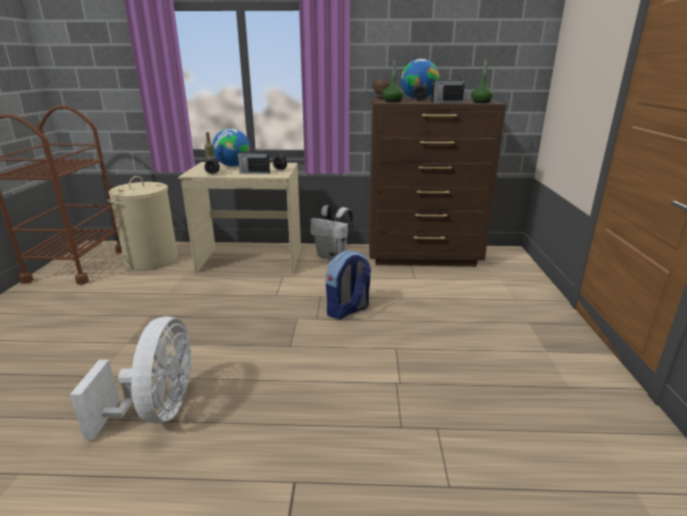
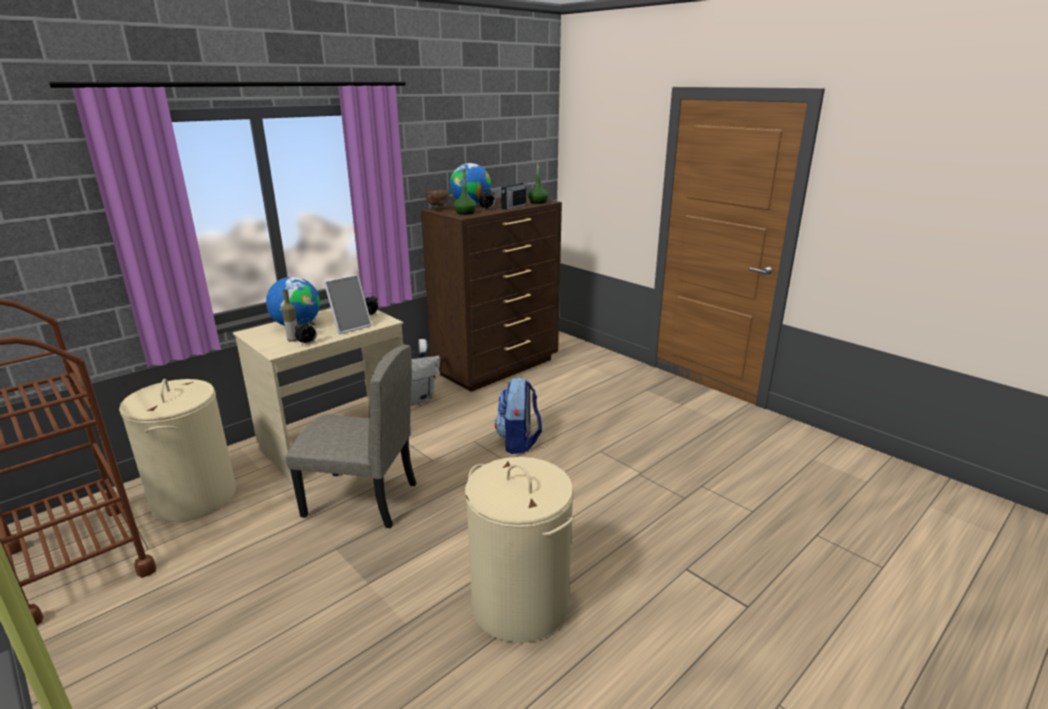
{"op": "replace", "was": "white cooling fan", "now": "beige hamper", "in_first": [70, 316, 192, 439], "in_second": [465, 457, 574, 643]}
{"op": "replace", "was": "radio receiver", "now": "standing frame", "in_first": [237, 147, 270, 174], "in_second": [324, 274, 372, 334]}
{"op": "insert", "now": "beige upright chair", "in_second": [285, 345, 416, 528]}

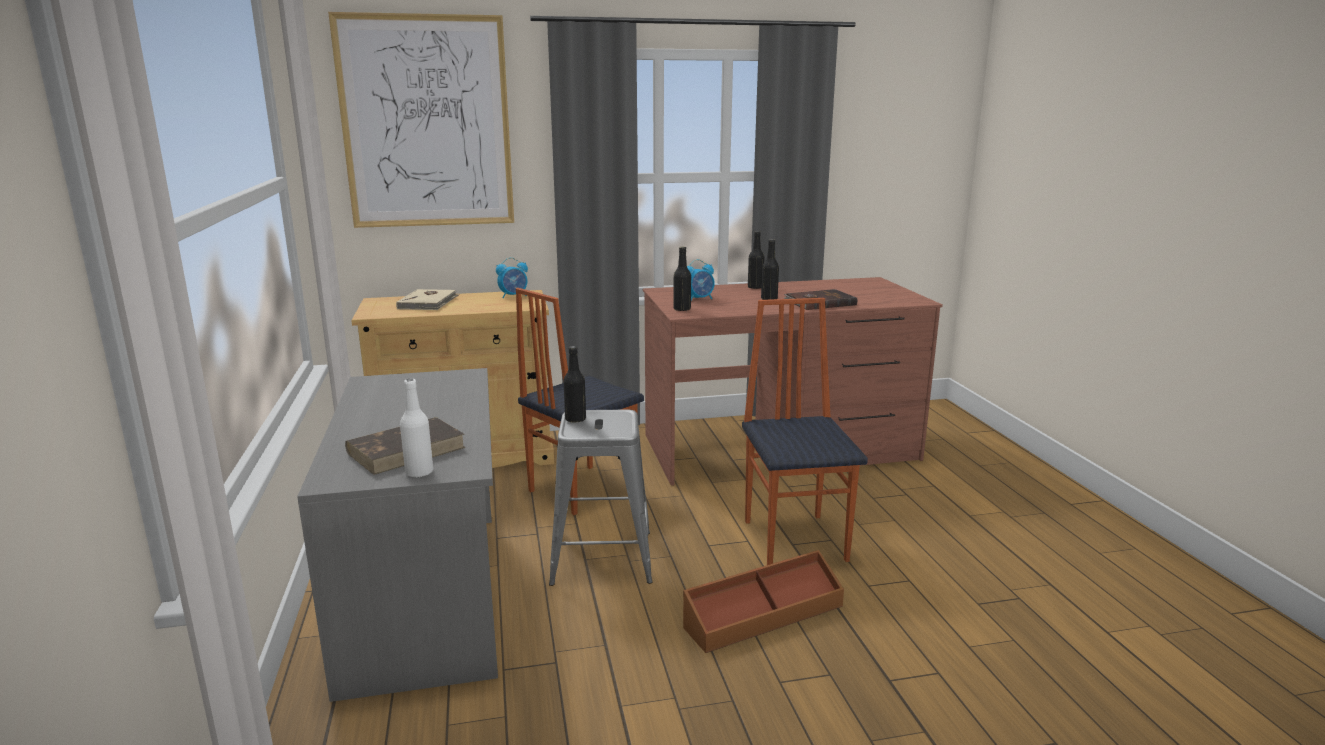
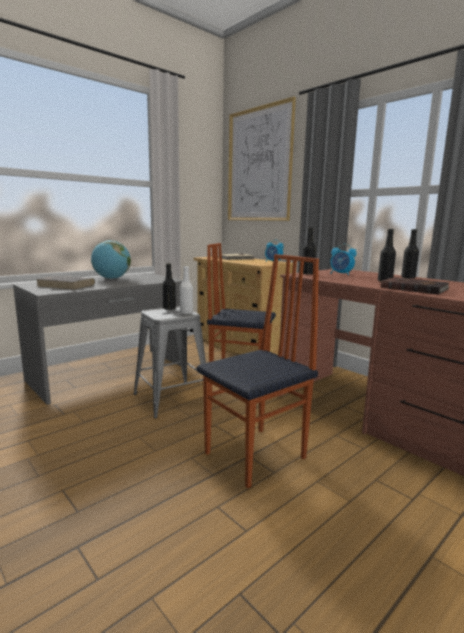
{"op": "move", "was": "white drink bottle", "in_first": [400, 379, 433, 478], "in_second": [180, 266, 193, 314]}
{"op": "delete", "was": "brown storage container", "in_first": [683, 550, 844, 653]}
{"op": "insert", "now": "globe", "in_second": [91, 240, 131, 279]}

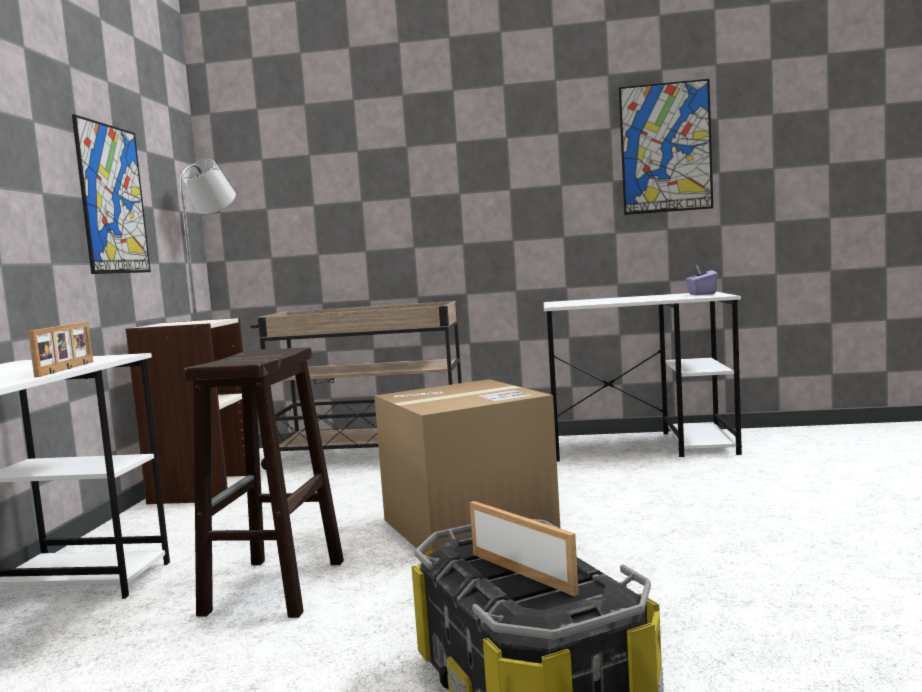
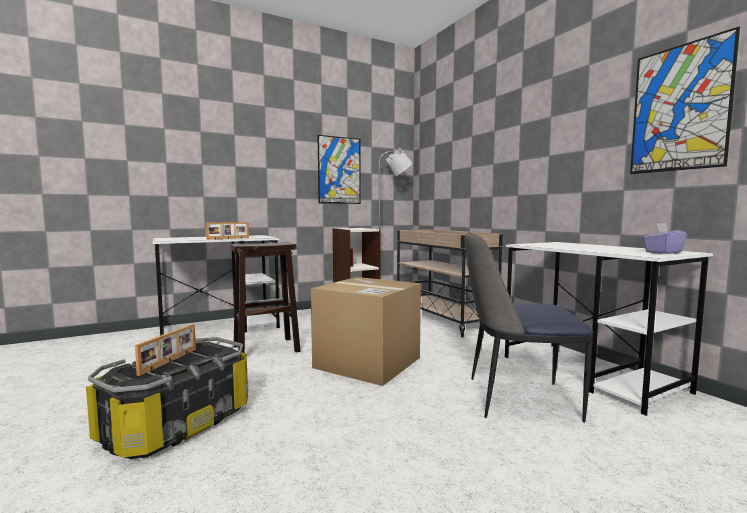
{"op": "insert", "now": "upright chair", "in_second": [465, 232, 593, 422]}

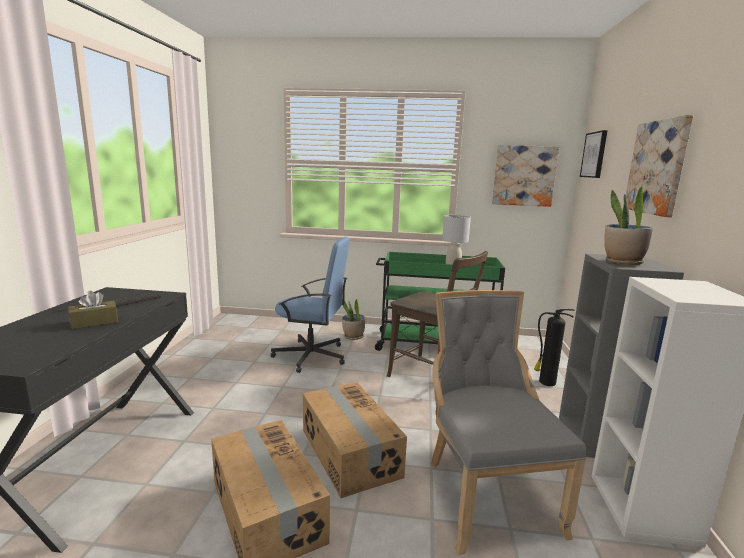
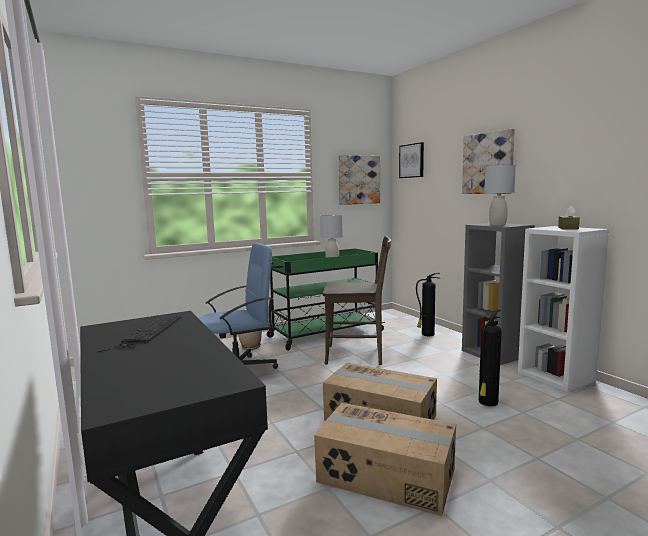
{"op": "move", "was": "brown tissue holder", "in_first": [68, 291, 118, 329], "in_second": [558, 206, 580, 230]}
{"op": "replace", "was": "grey upright chair", "now": "fire extinguisher", "in_first": [431, 290, 586, 555], "in_second": [479, 309, 502, 406]}
{"op": "replace", "was": "plant in a pot", "now": "grey tabletop lamp", "in_first": [604, 186, 653, 265], "in_second": [484, 165, 516, 226]}

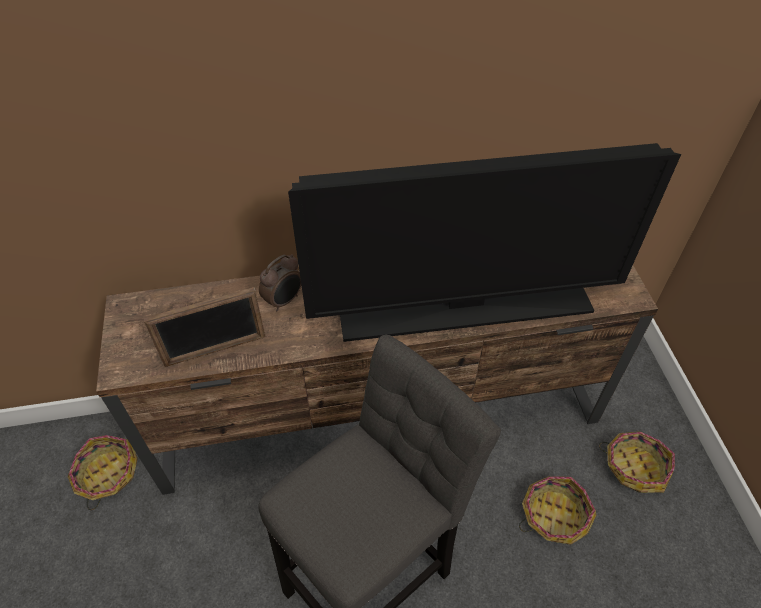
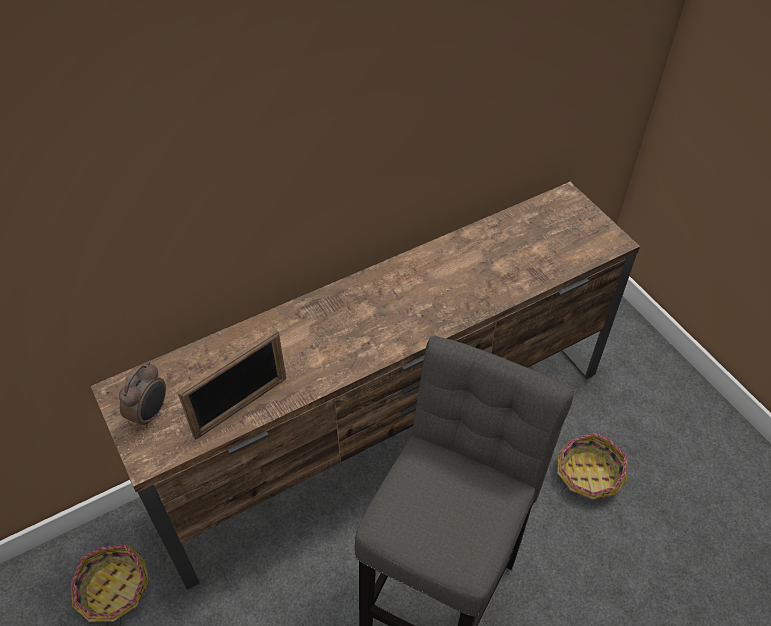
{"op": "move", "was": "alarm clock", "in_first": [259, 254, 301, 311], "in_second": [119, 362, 166, 428]}
{"op": "delete", "was": "TV", "in_first": [288, 143, 681, 342]}
{"op": "delete", "was": "household basket", "in_first": [599, 431, 675, 493]}

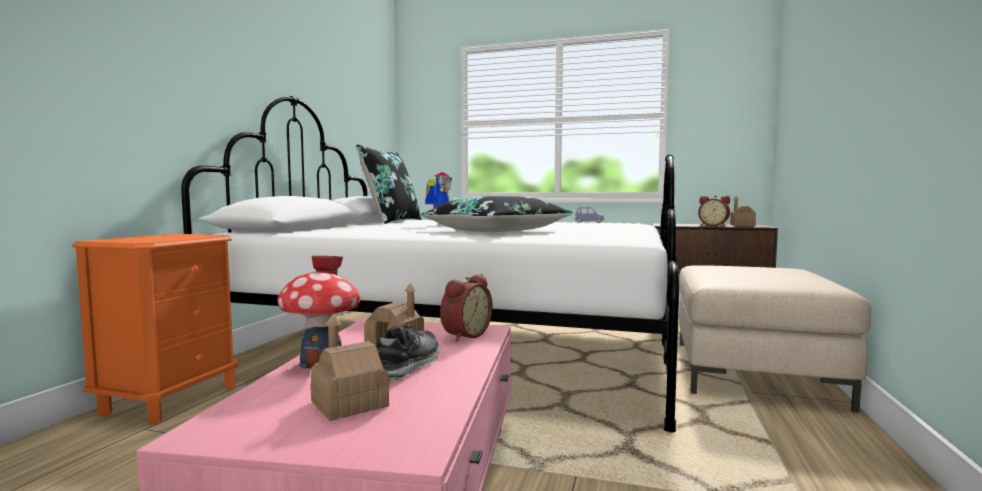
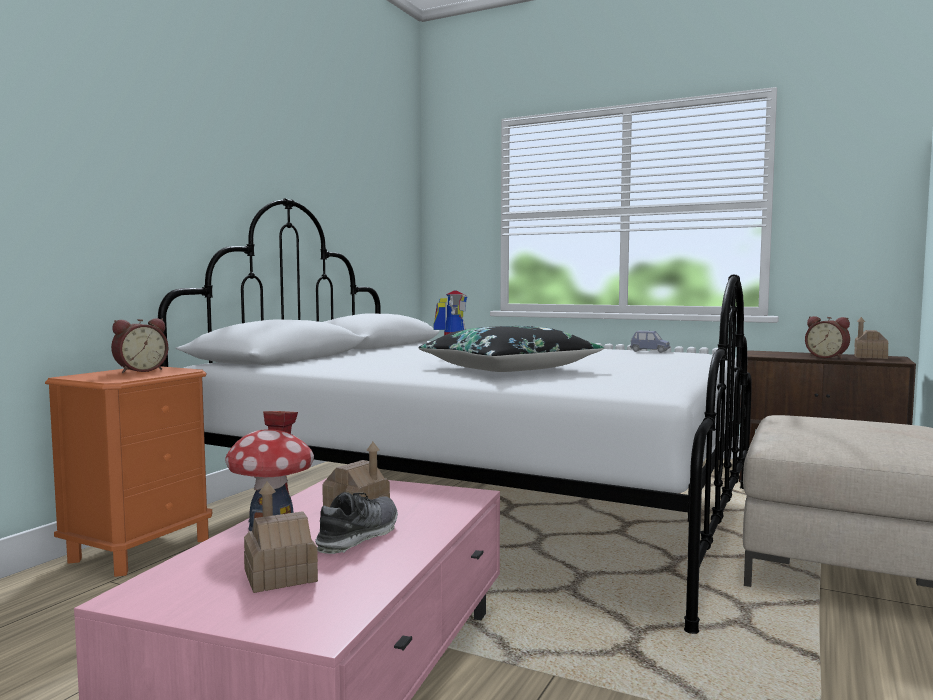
{"op": "delete", "was": "black pillow", "in_first": [356, 144, 422, 224]}
{"op": "move", "was": "alarm clock", "in_first": [440, 274, 493, 341], "in_second": [111, 318, 168, 373]}

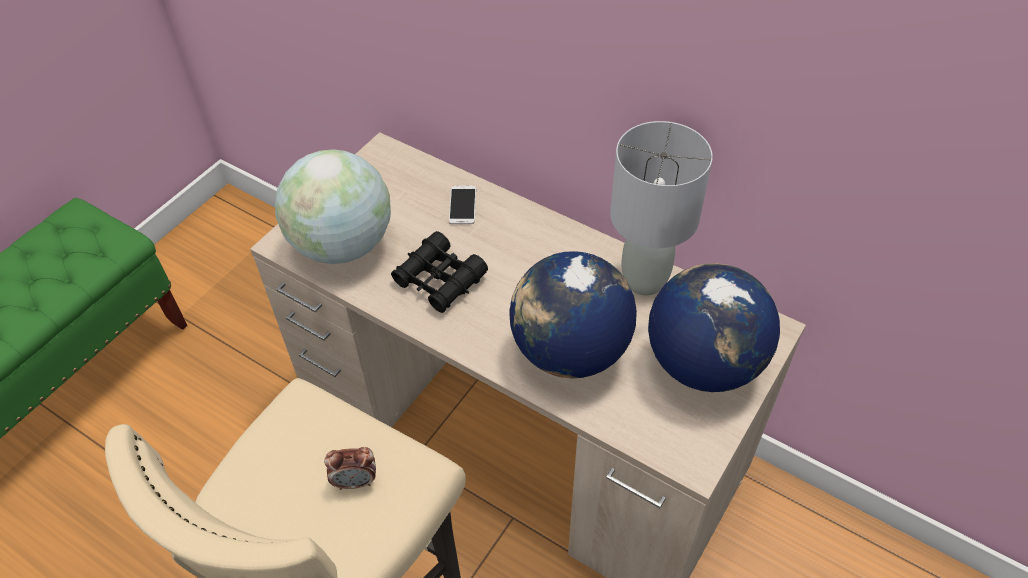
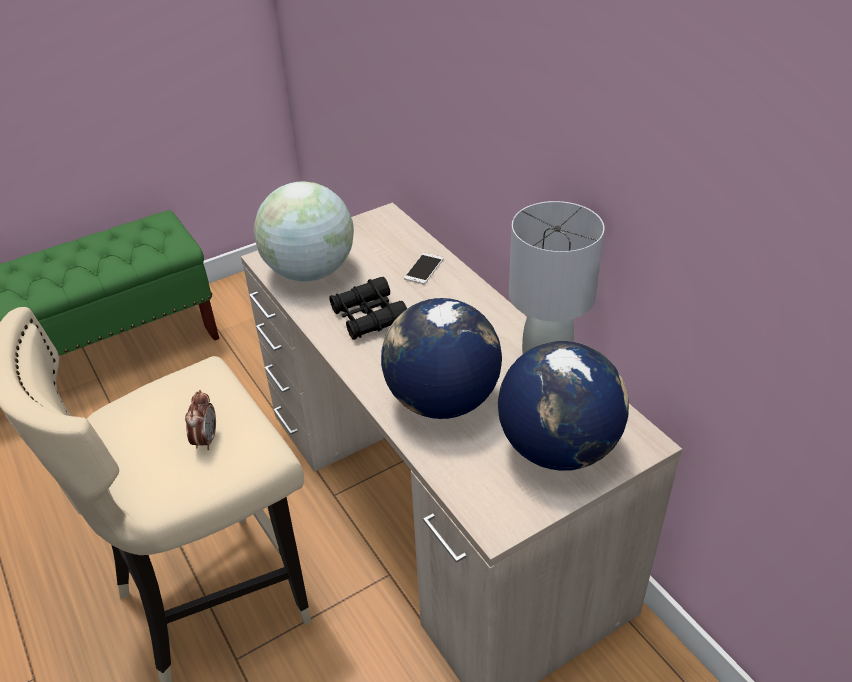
{"op": "rotate", "was": "alarm clock", "in_first": [324, 447, 376, 490], "in_second": [185, 390, 216, 450], "clockwise": -105}

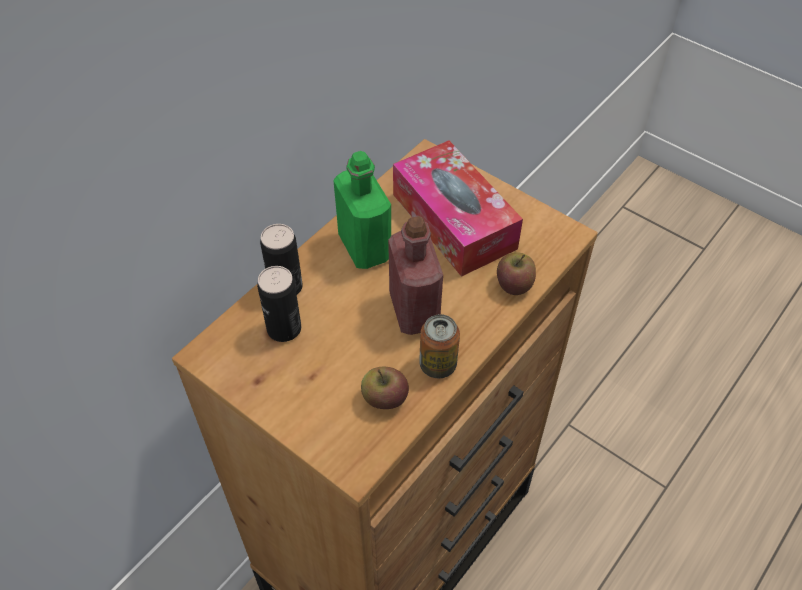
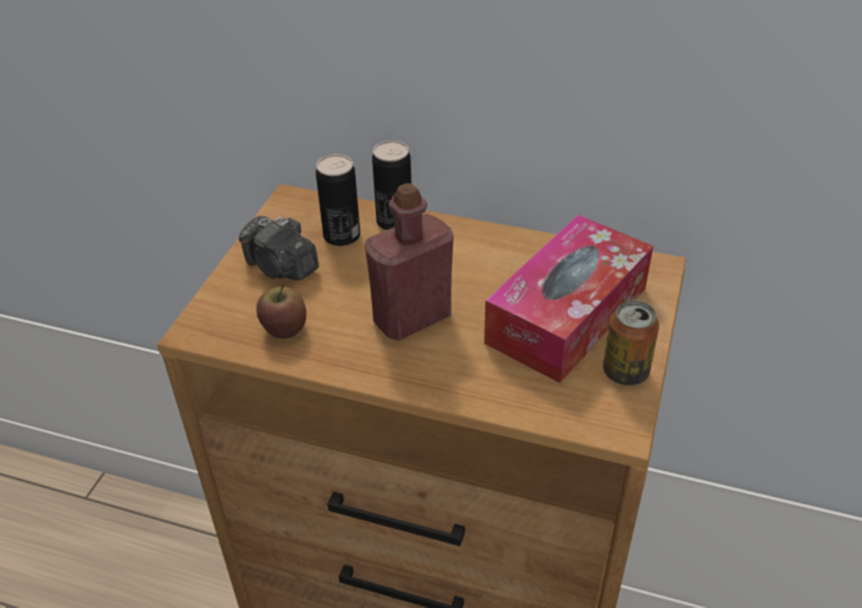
{"op": "delete", "was": "green drink bottle", "in_first": [334, 151, 391, 269]}
{"op": "move", "was": "sealed can", "in_first": [419, 314, 460, 378], "in_second": [603, 301, 659, 386]}
{"op": "delete", "was": "whole apple", "in_first": [497, 252, 536, 295]}
{"op": "insert", "now": "still camera", "in_second": [239, 216, 319, 280]}

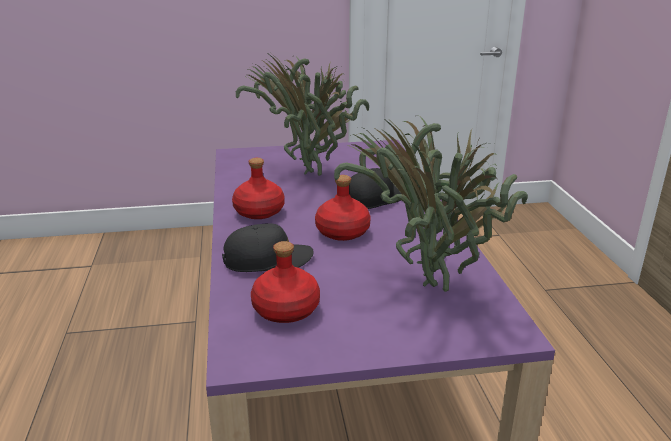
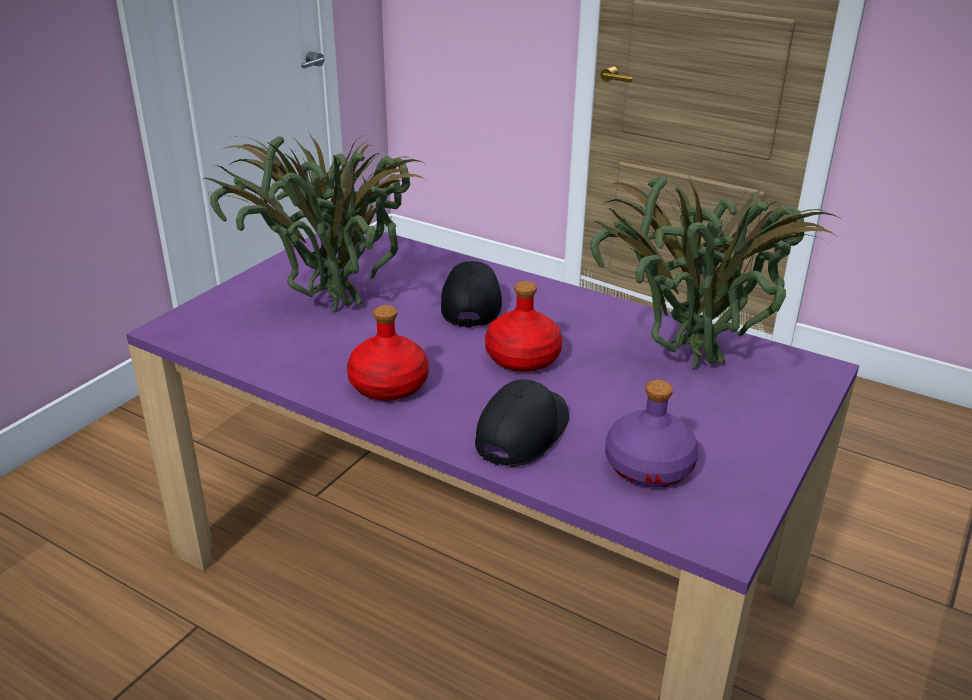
{"op": "recolor", "was": "reddish drink bottle", "now": "purplish drink bottle", "in_first": [251, 241, 320, 323], "in_second": [605, 380, 699, 487]}

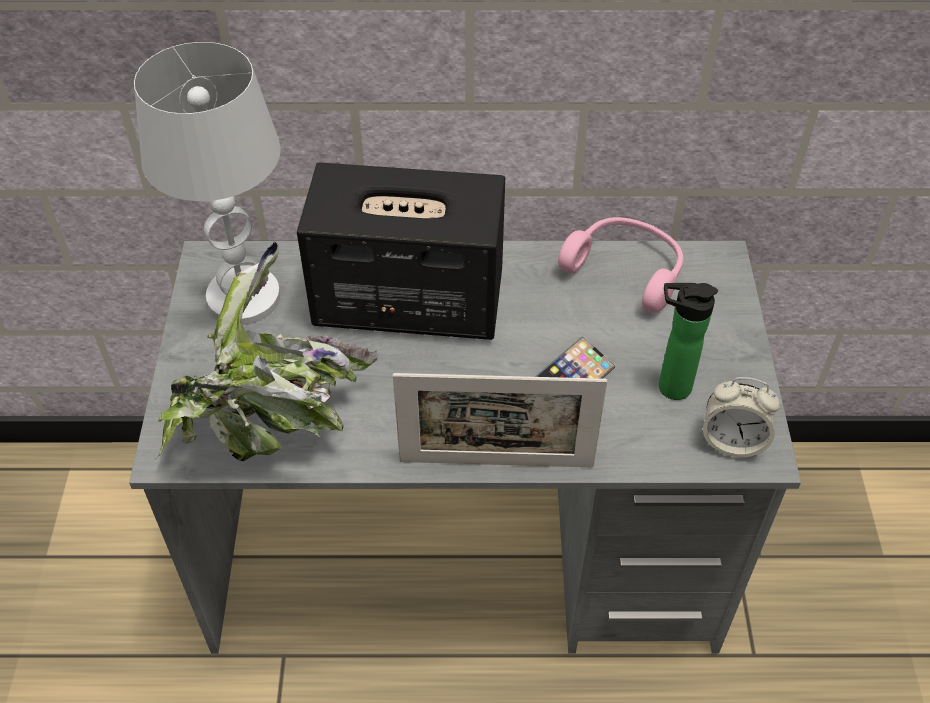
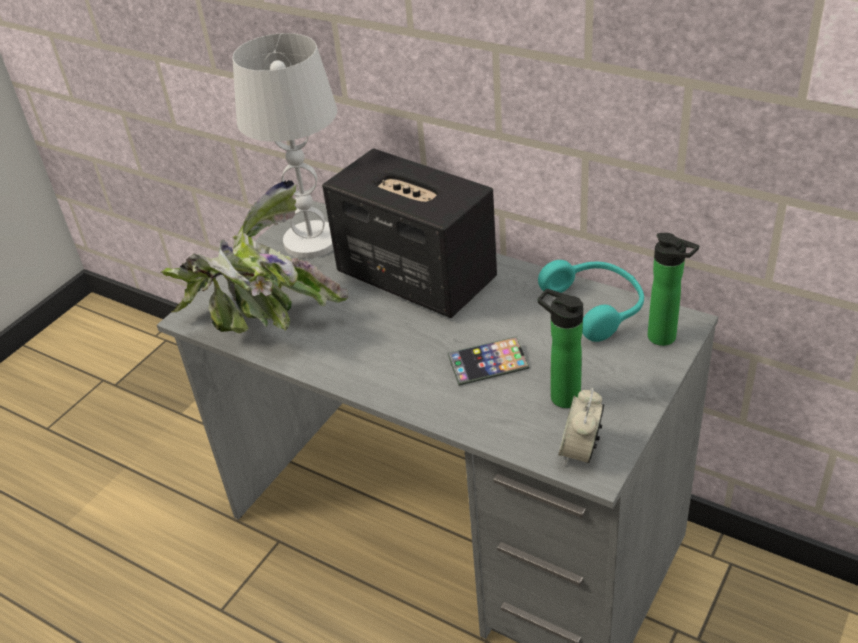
{"op": "delete", "was": "standing frame", "in_first": [393, 373, 607, 468]}
{"op": "recolor", "was": "pinkish headphones", "now": "blue-green headphones", "in_first": [558, 217, 683, 313], "in_second": [538, 260, 644, 342]}
{"op": "rotate", "was": "alarm clock", "in_first": [703, 377, 780, 457], "in_second": [558, 388, 604, 465], "clockwise": 60}
{"op": "insert", "now": "drink bottle", "in_second": [648, 233, 699, 346]}

